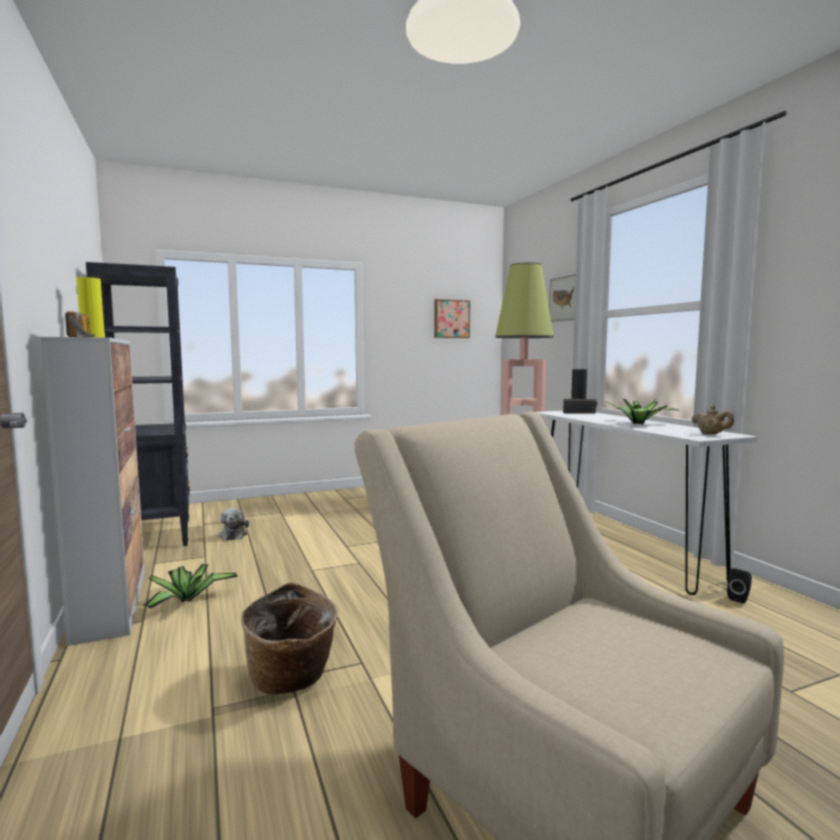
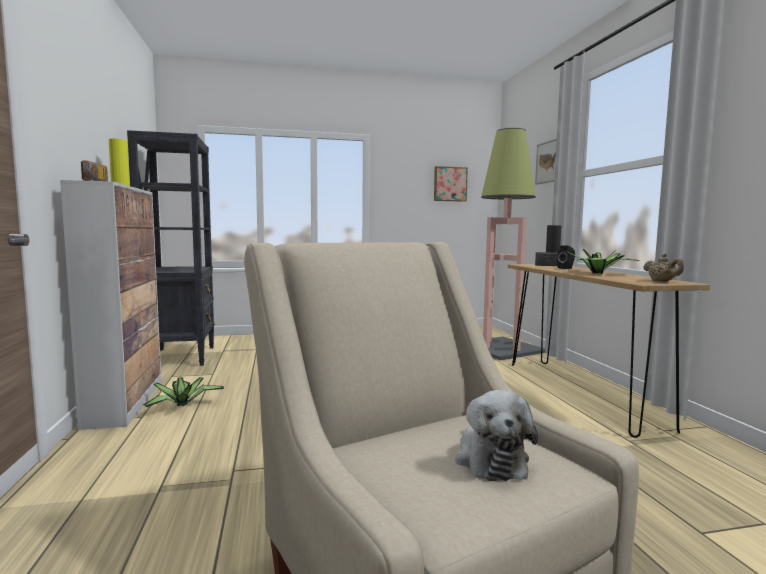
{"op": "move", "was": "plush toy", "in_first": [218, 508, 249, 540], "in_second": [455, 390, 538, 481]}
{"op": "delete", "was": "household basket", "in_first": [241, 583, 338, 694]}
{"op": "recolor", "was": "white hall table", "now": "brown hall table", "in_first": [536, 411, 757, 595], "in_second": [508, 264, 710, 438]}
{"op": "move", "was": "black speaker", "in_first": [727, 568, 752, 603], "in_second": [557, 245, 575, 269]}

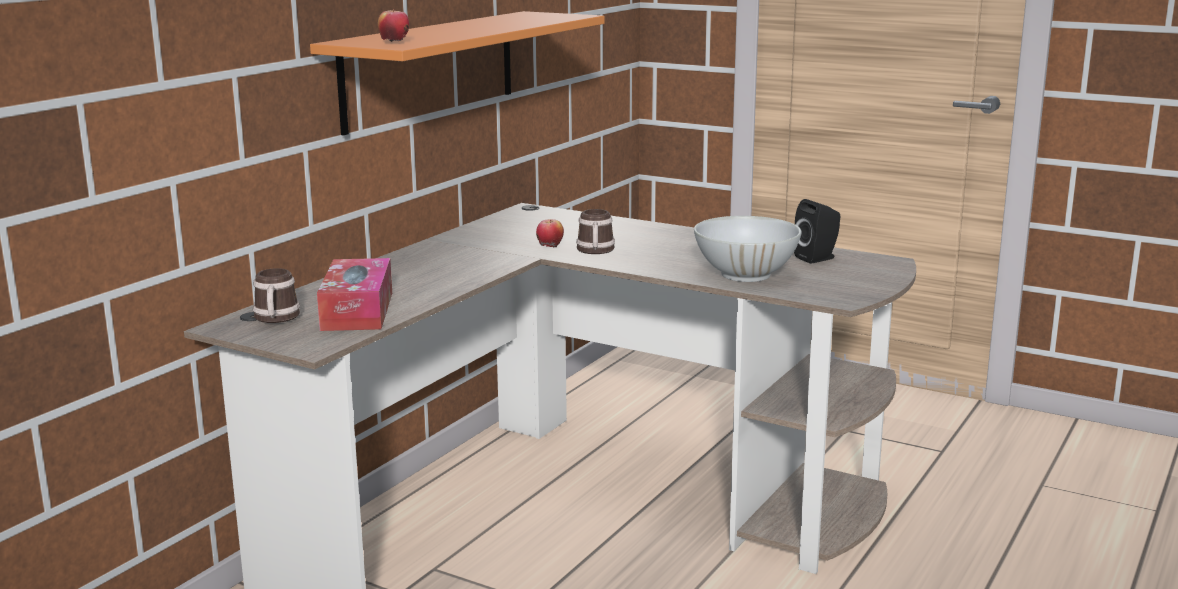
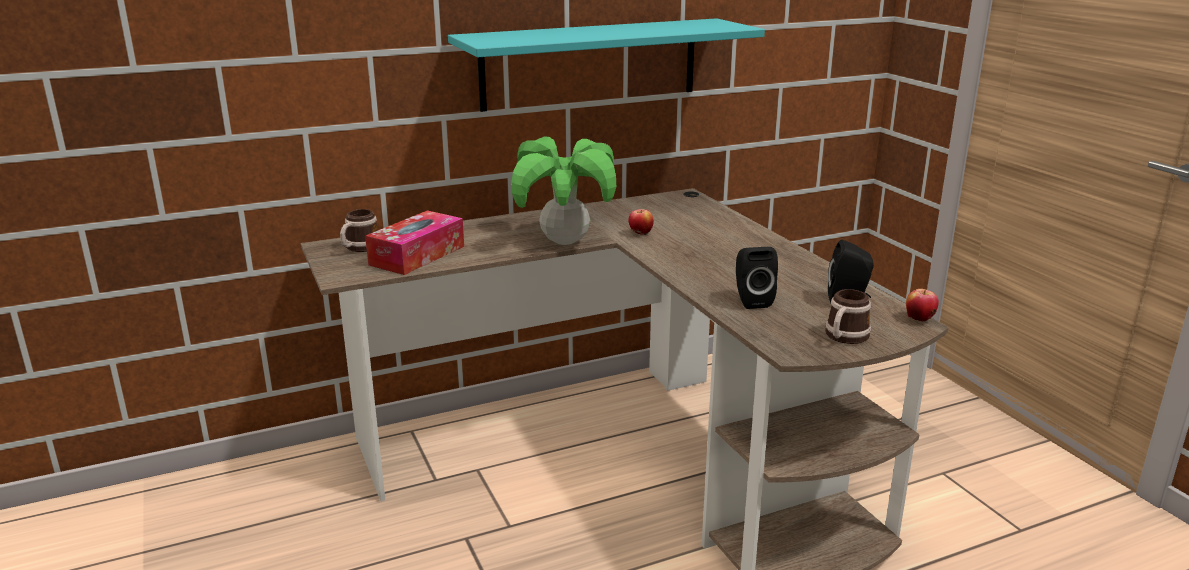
{"op": "recolor", "was": "orange-coloured shelf", "now": "blue-green shelf", "in_first": [310, 11, 605, 135], "in_second": [448, 18, 765, 112]}
{"op": "move", "was": "whole apple", "in_first": [378, 9, 409, 42], "in_second": [906, 289, 939, 322]}
{"op": "move", "was": "tea mug", "in_first": [576, 209, 615, 254], "in_second": [825, 289, 871, 344]}
{"op": "replace", "was": "white deep dish", "now": "black speaker", "in_first": [694, 216, 802, 282], "in_second": [736, 247, 778, 309]}
{"op": "insert", "now": "plant in a pot", "in_second": [511, 136, 616, 245]}

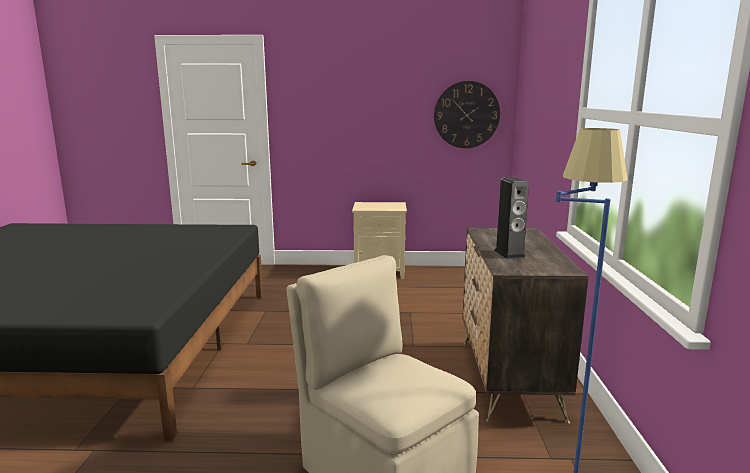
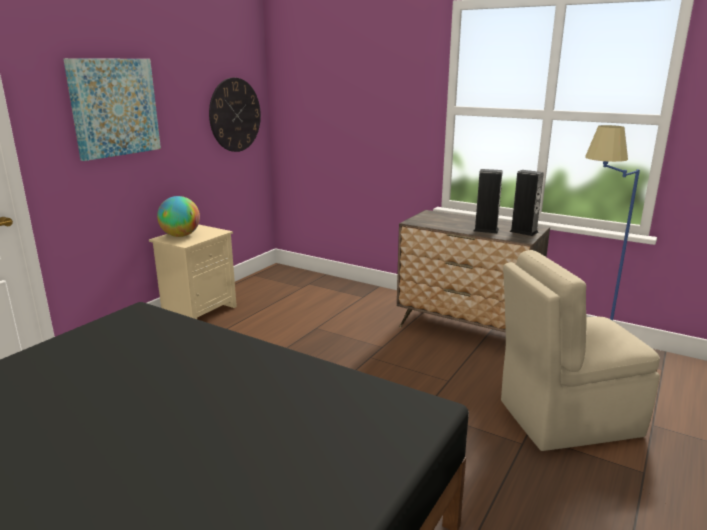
{"op": "insert", "now": "wall art", "in_second": [63, 58, 161, 161]}
{"op": "insert", "now": "globe", "in_second": [157, 196, 200, 237]}
{"op": "insert", "now": "speaker", "in_second": [509, 170, 544, 236]}

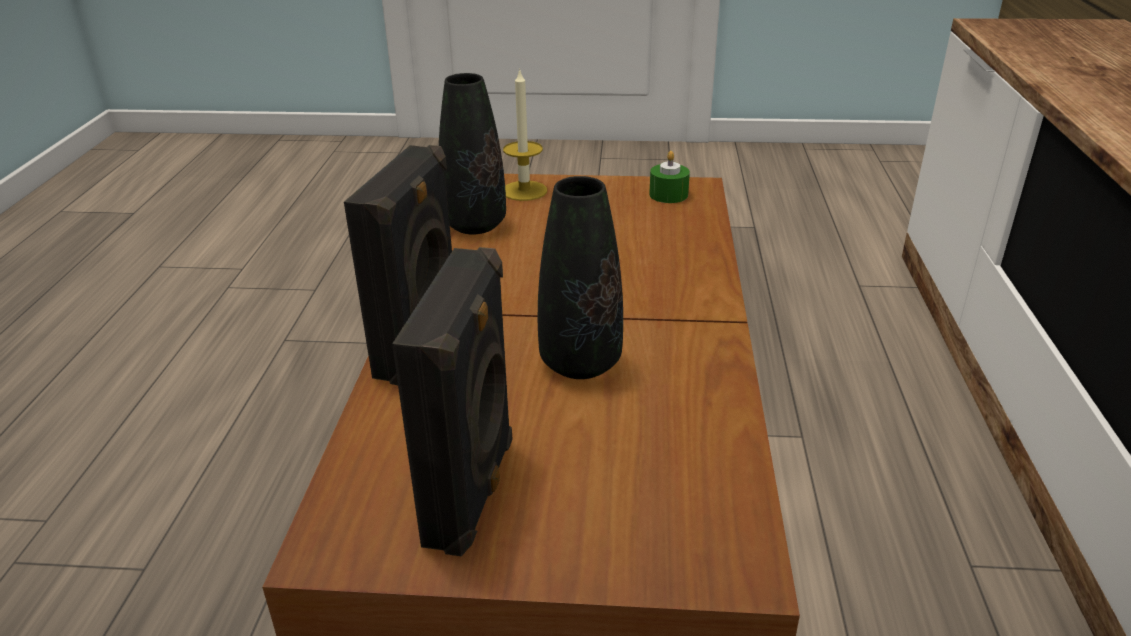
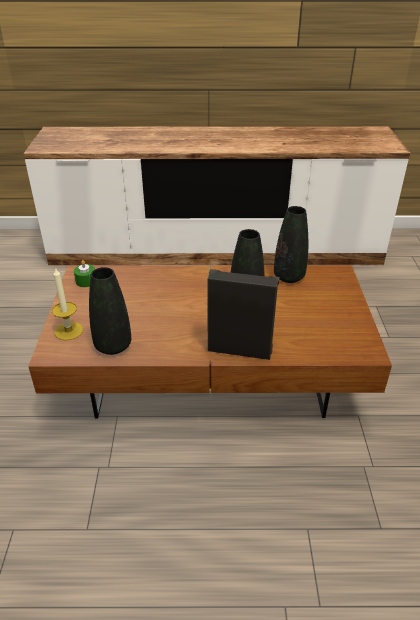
{"op": "delete", "was": "black speaker", "in_first": [392, 247, 513, 556]}
{"op": "insert", "now": "black decorative vase", "in_second": [274, 206, 308, 283]}

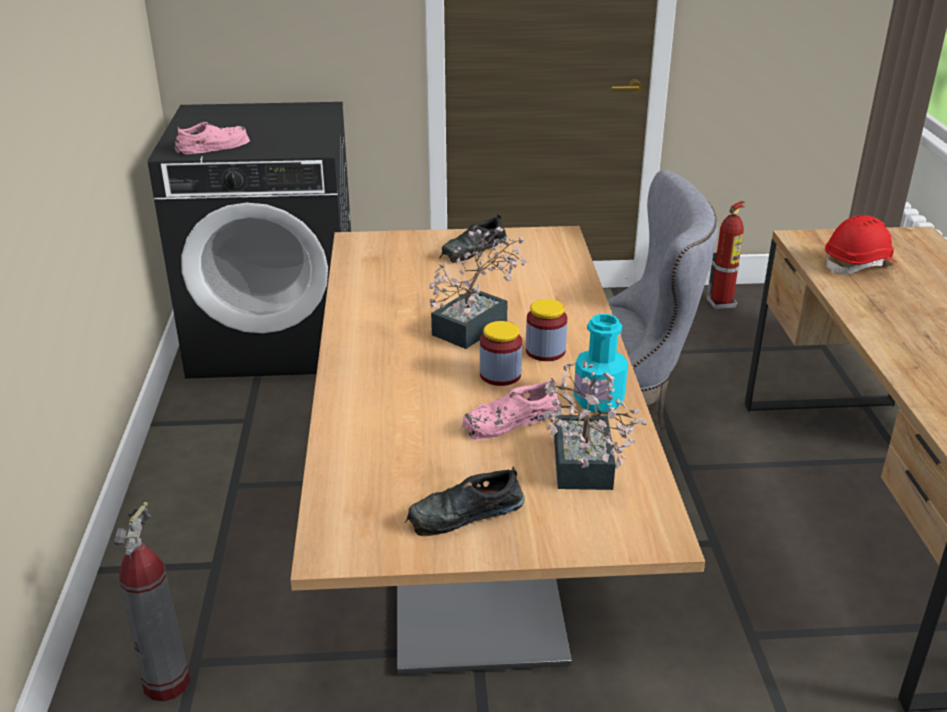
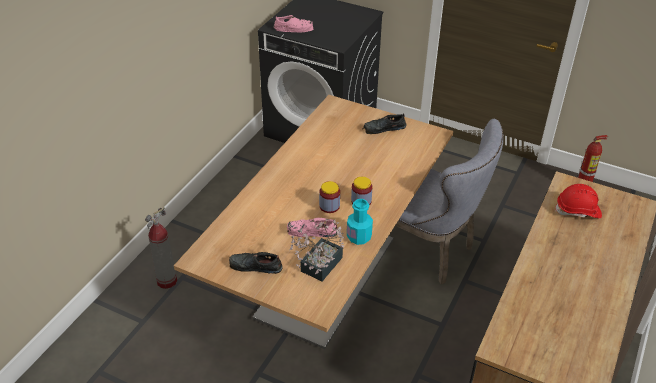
{"op": "delete", "was": "plant in a pot", "in_first": [429, 227, 527, 349]}

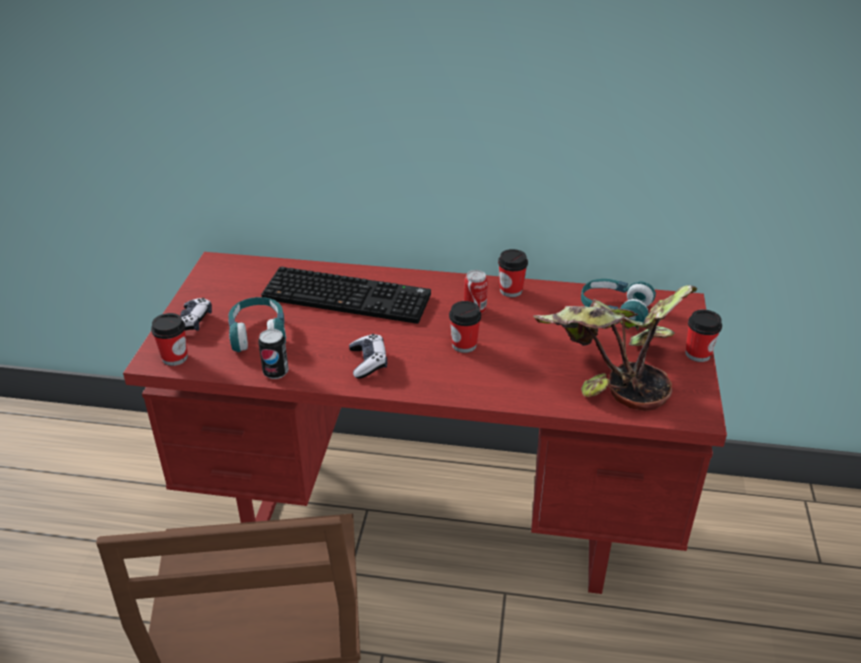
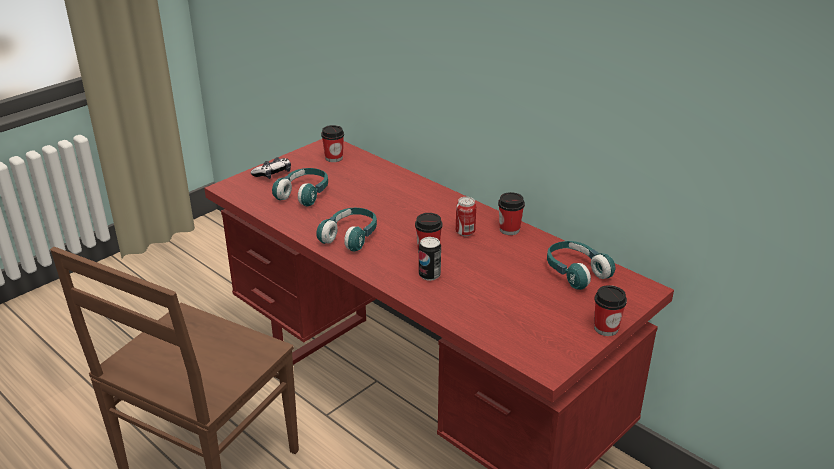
{"op": "move", "was": "drinking cup", "in_first": [151, 313, 188, 366], "in_second": [321, 125, 344, 162]}
{"op": "move", "was": "sealed can", "in_first": [258, 329, 288, 379], "in_second": [419, 237, 441, 281]}
{"op": "delete", "was": "computer keyboard", "in_first": [261, 267, 431, 324]}
{"op": "replace", "was": "gamepad", "now": "blue-green headphones", "in_first": [349, 334, 387, 379], "in_second": [316, 208, 377, 252]}
{"op": "delete", "was": "plant in a pot", "in_first": [533, 285, 697, 411]}

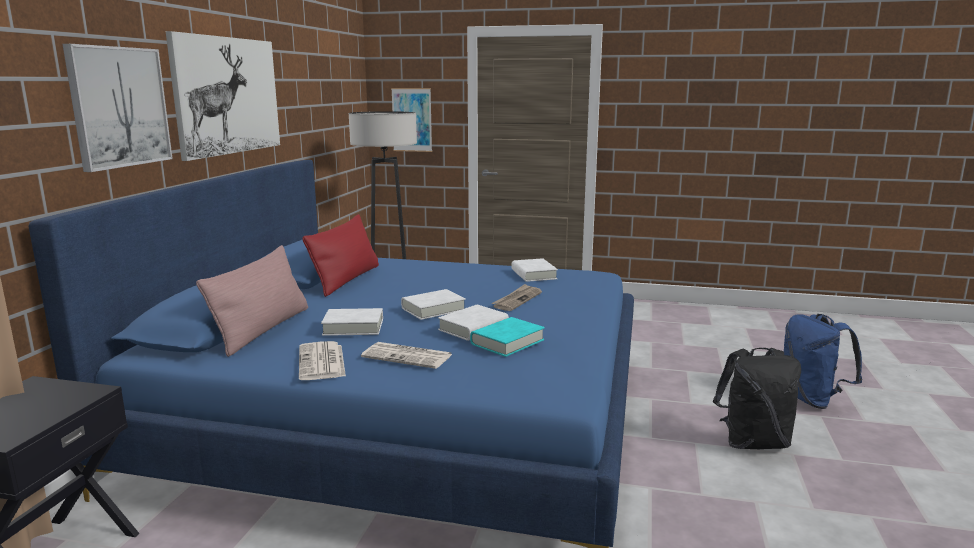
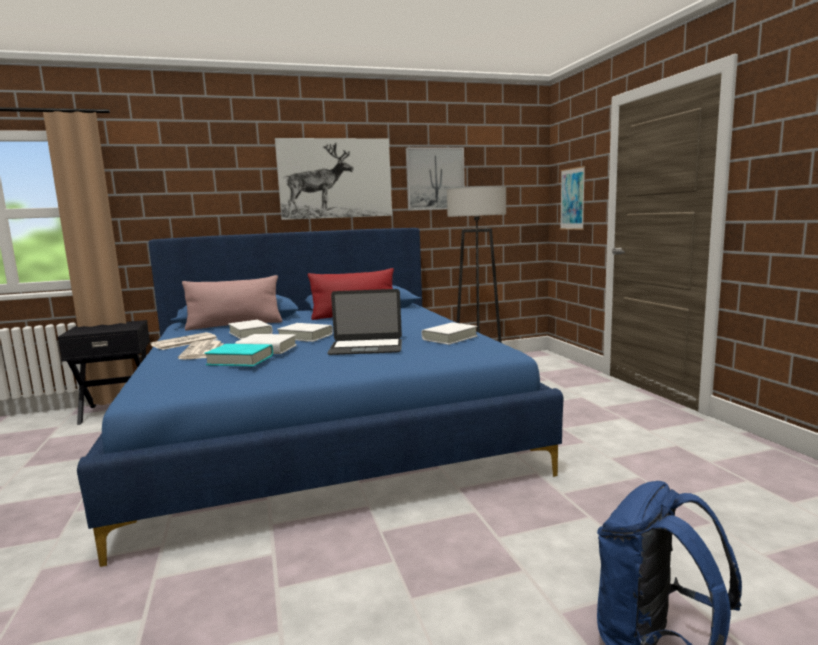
{"op": "move", "was": "wall art", "in_first": [63, 44, 173, 172], "in_second": [406, 148, 465, 211]}
{"op": "replace", "was": "printed paper", "now": "portable computer", "in_first": [491, 284, 542, 311], "in_second": [327, 289, 402, 355]}
{"op": "delete", "was": "black rucksack", "in_first": [713, 348, 801, 449]}

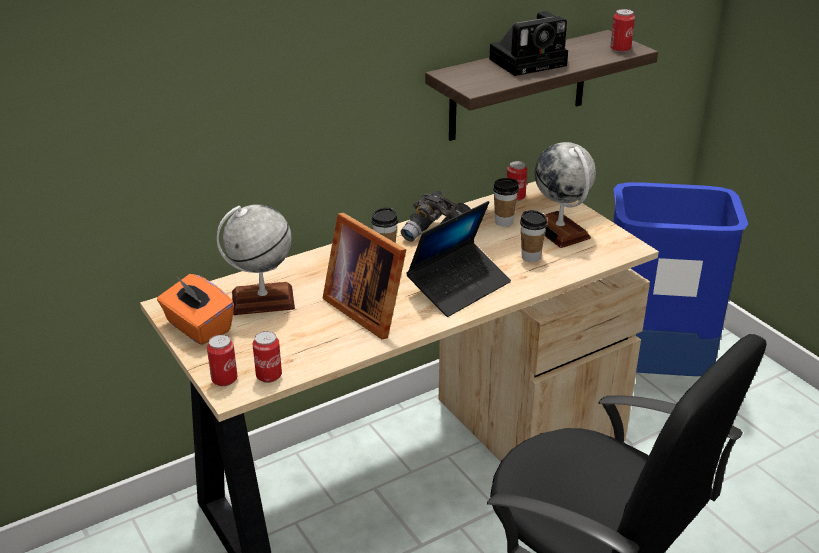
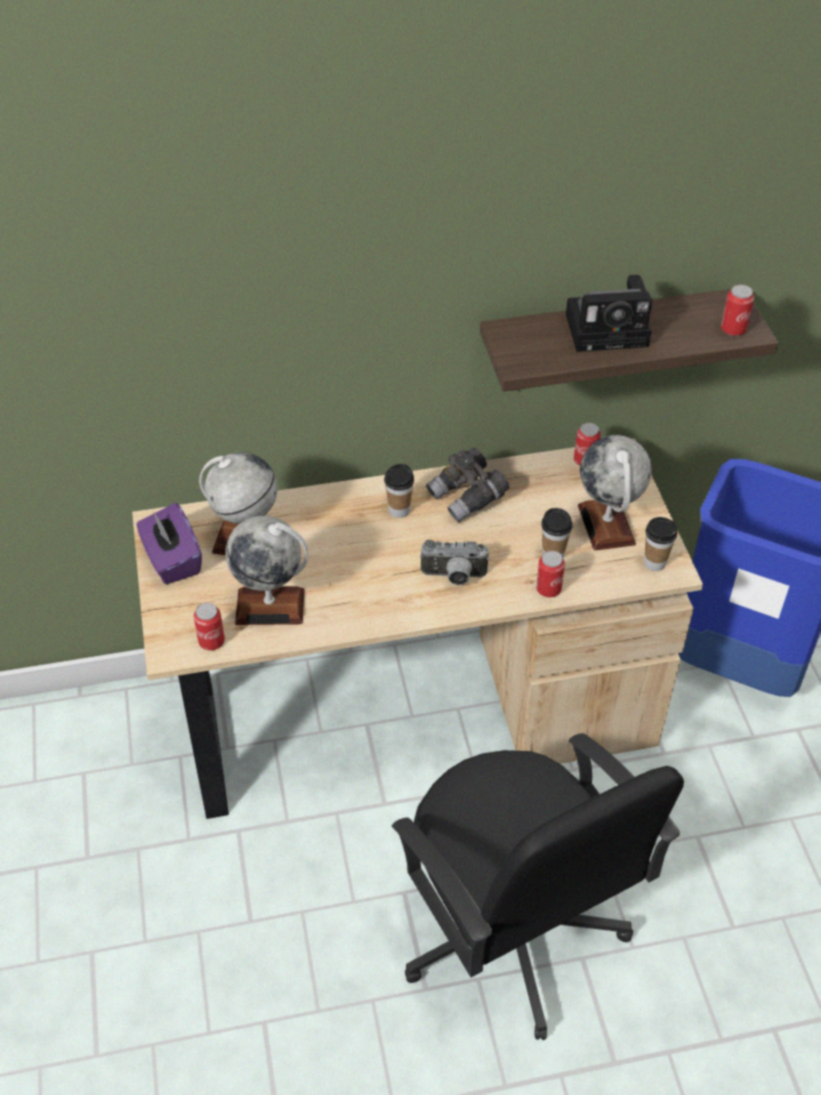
{"op": "recolor", "was": "orange-coloured tissue holder", "now": "purplish tissue holder", "in_first": [157, 274, 234, 345], "in_second": [136, 503, 202, 584]}
{"op": "move", "was": "sealed can", "in_first": [207, 335, 237, 386], "in_second": [536, 551, 565, 597]}
{"op": "delete", "was": "standing frame", "in_first": [322, 213, 406, 339]}
{"op": "replace", "was": "portable computer", "now": "still camera", "in_first": [406, 201, 511, 317], "in_second": [420, 540, 489, 585]}
{"op": "move", "was": "drinking cup", "in_first": [493, 178, 519, 227], "in_second": [644, 517, 677, 571]}
{"op": "insert", "now": "globe", "in_second": [226, 516, 308, 625]}

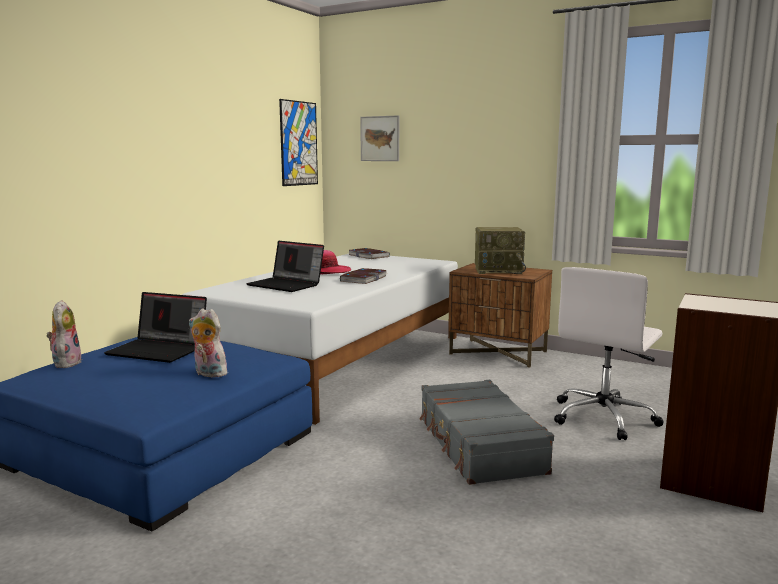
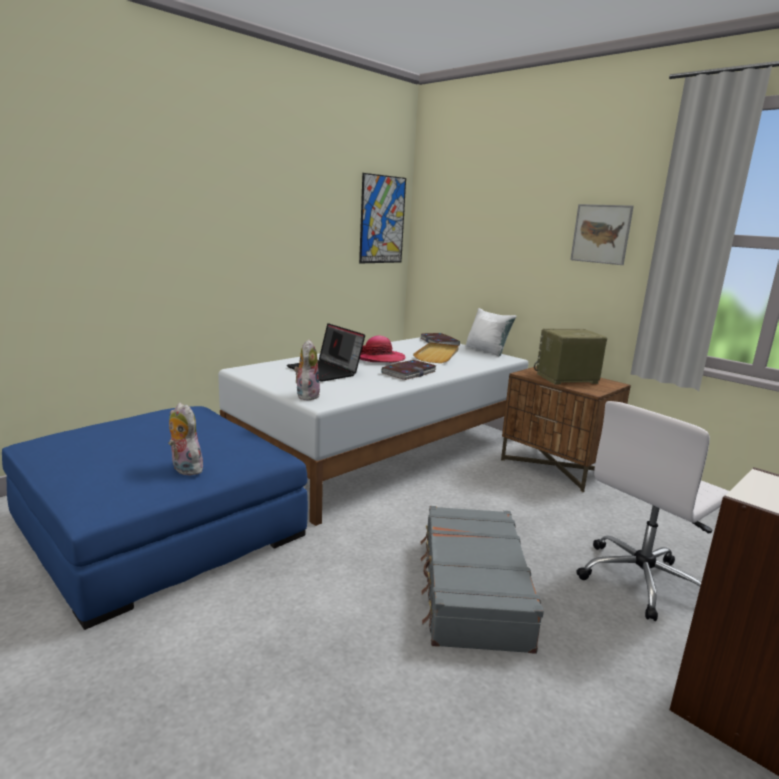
{"op": "move", "was": "plush toy", "in_first": [47, 300, 82, 368], "in_second": [294, 340, 320, 400]}
{"op": "delete", "was": "portable computer", "in_first": [104, 292, 207, 363]}
{"op": "move", "was": "wall art", "in_first": [360, 115, 399, 161], "in_second": [570, 204, 634, 265]}
{"op": "rotate", "was": "radio receiver", "in_first": [475, 227, 526, 274], "in_second": [534, 329, 607, 384], "clockwise": 150}
{"op": "insert", "now": "beige serving tray", "in_second": [413, 342, 459, 363]}
{"op": "insert", "now": "white pillow", "in_second": [465, 308, 517, 356]}

